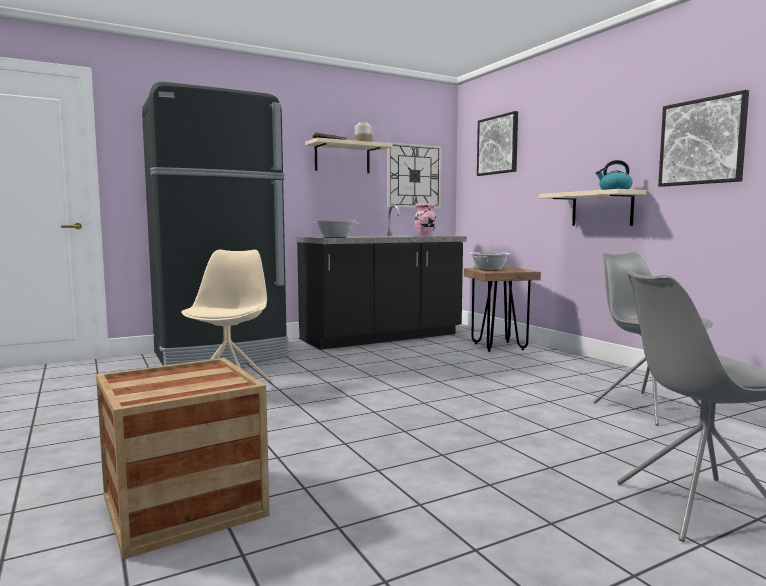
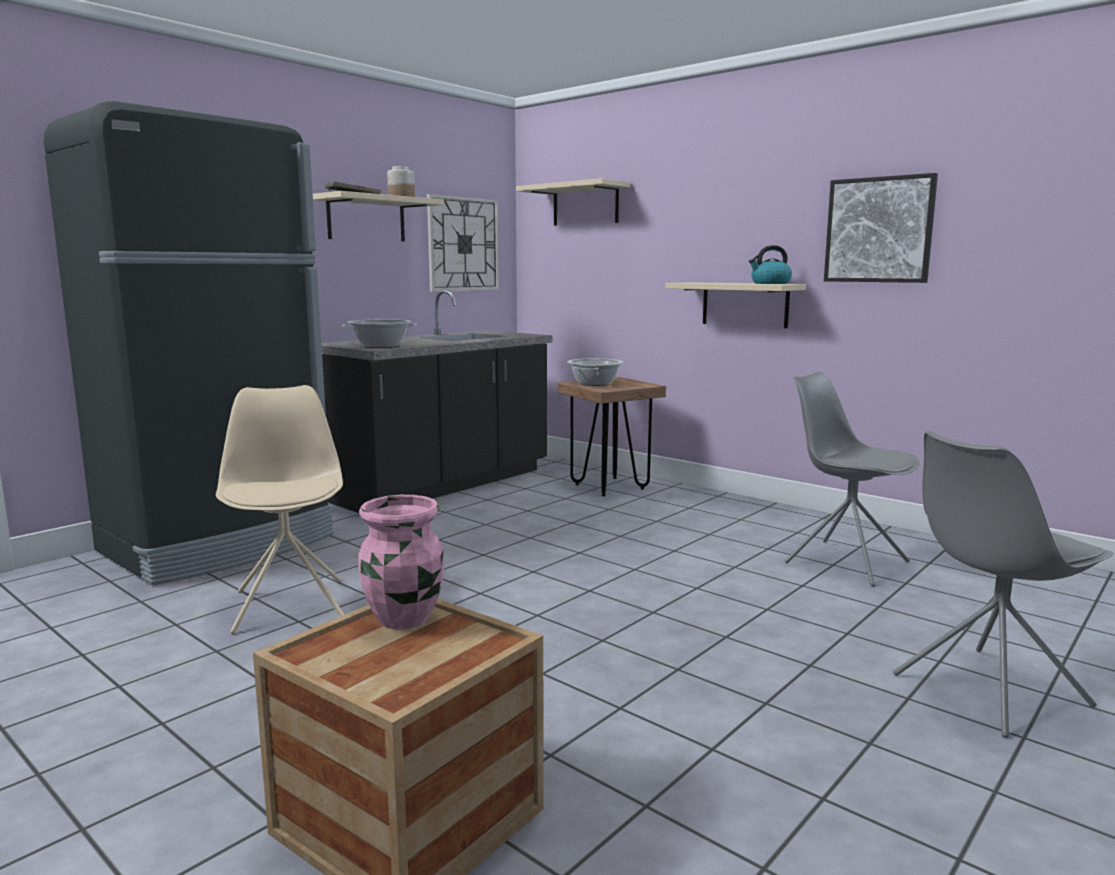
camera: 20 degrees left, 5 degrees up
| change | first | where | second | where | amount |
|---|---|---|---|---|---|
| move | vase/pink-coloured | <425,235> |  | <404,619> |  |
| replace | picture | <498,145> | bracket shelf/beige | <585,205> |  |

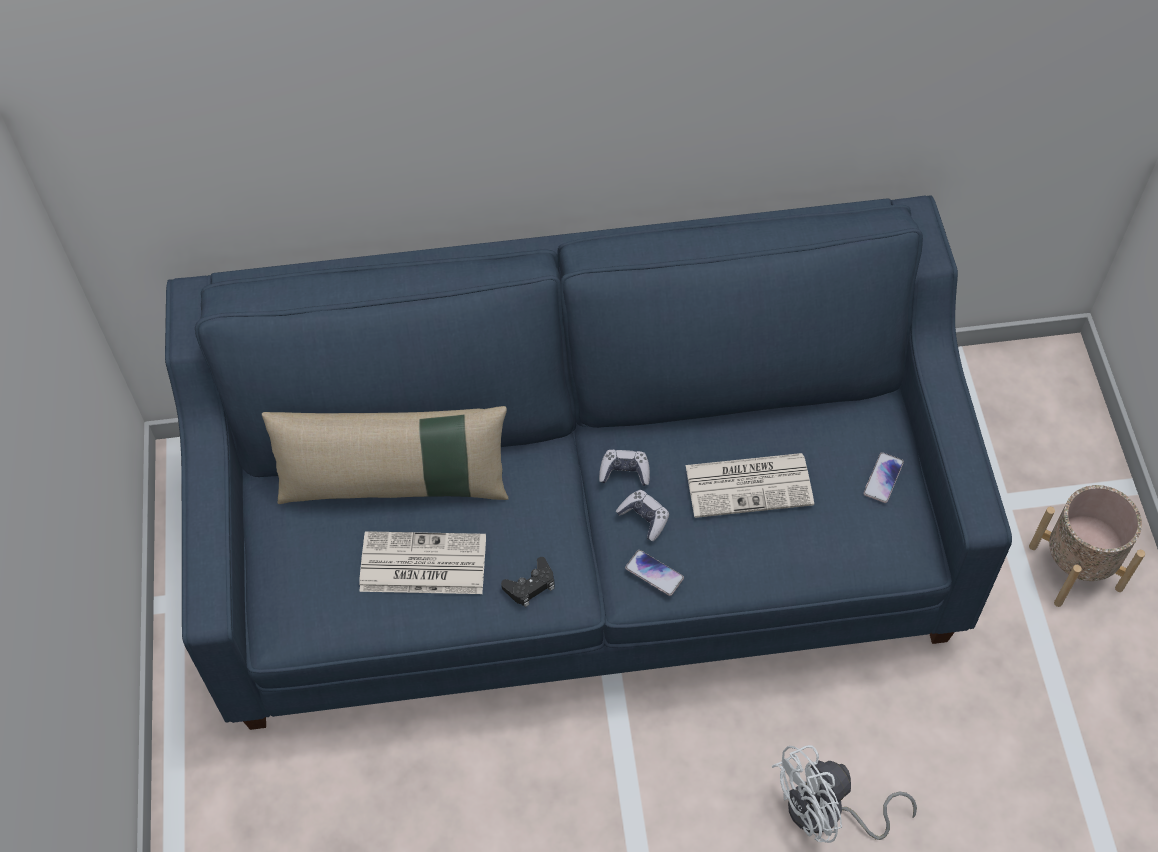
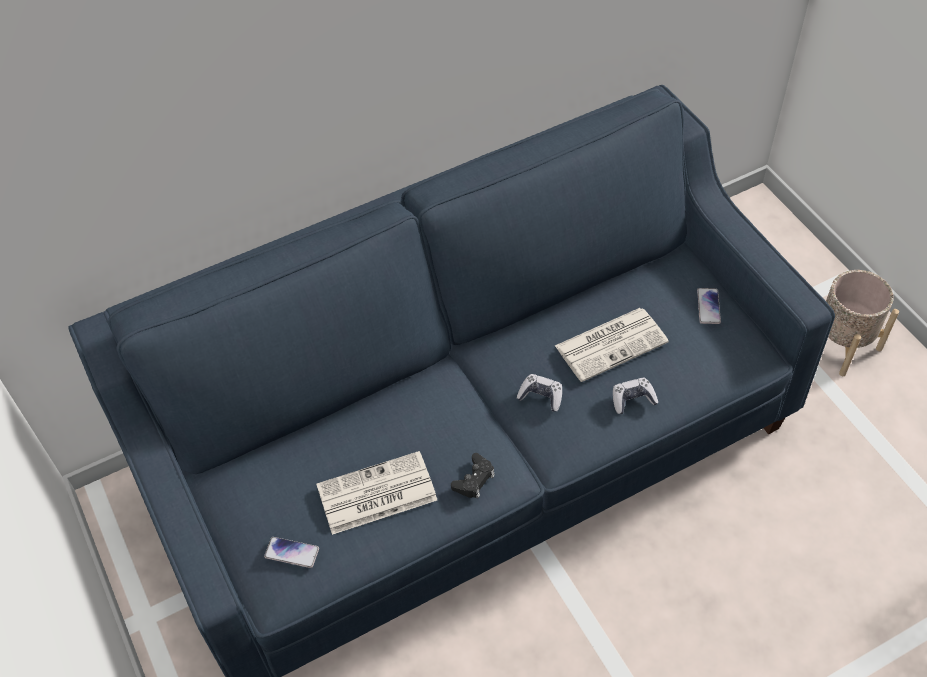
camera: 20 degrees left, 5 degrees down
| change | first | where | second | where | amount |
|---|---|---|---|---|---|
| delete | throw pillow/beige | <395,484> |  |  |  |
| delete | fan/white | <827,813> |  |  |  |
| move | game controller | <624,472> |  | <632,399> |  |
| move | phone | <654,573> |  | <291,553> |  |

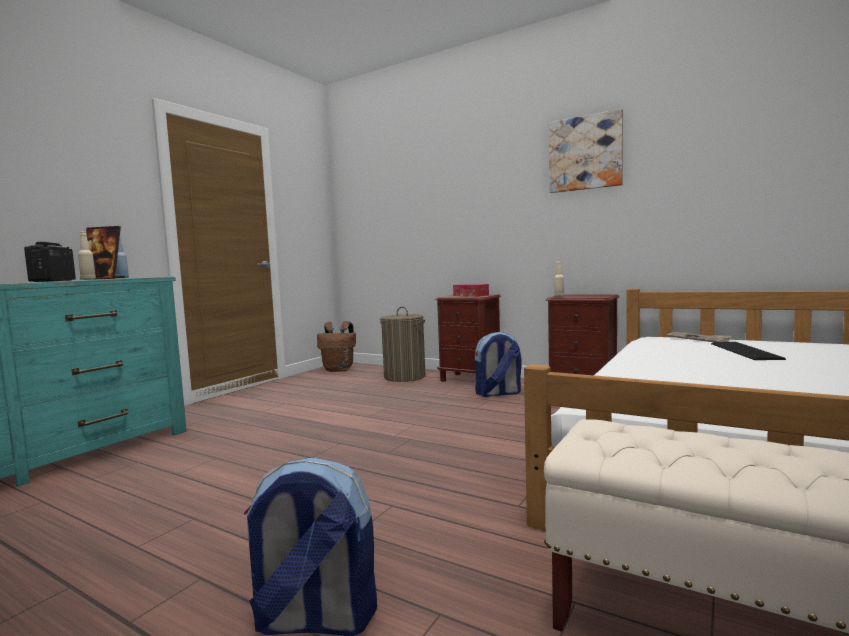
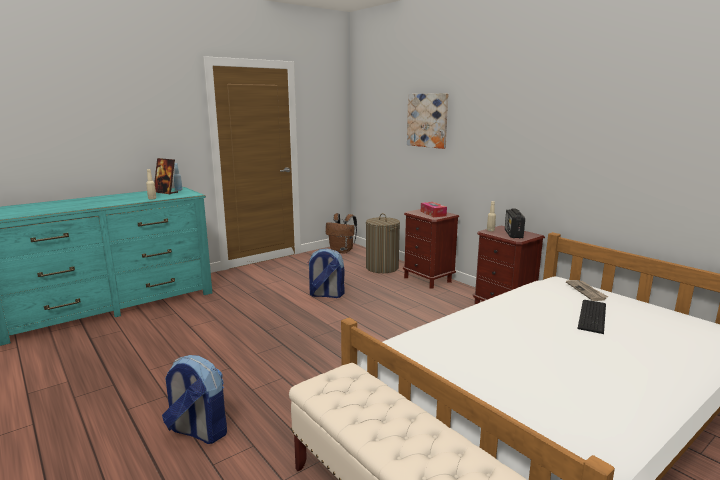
camera: 20 degrees right, 10 degrees up
| change | first | where | second | where | amount |
|---|---|---|---|---|---|
| move | radio set | <53,281> |  | <513,234> |  |
| move | knapsack | <498,393> |  | <326,295> |  |
| move | picture | <585,153> |  | <428,120> |  |

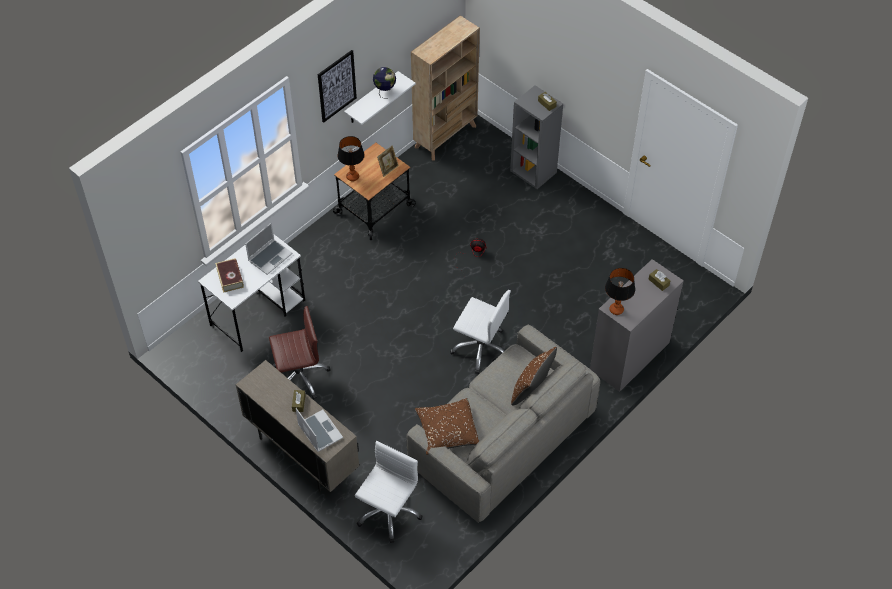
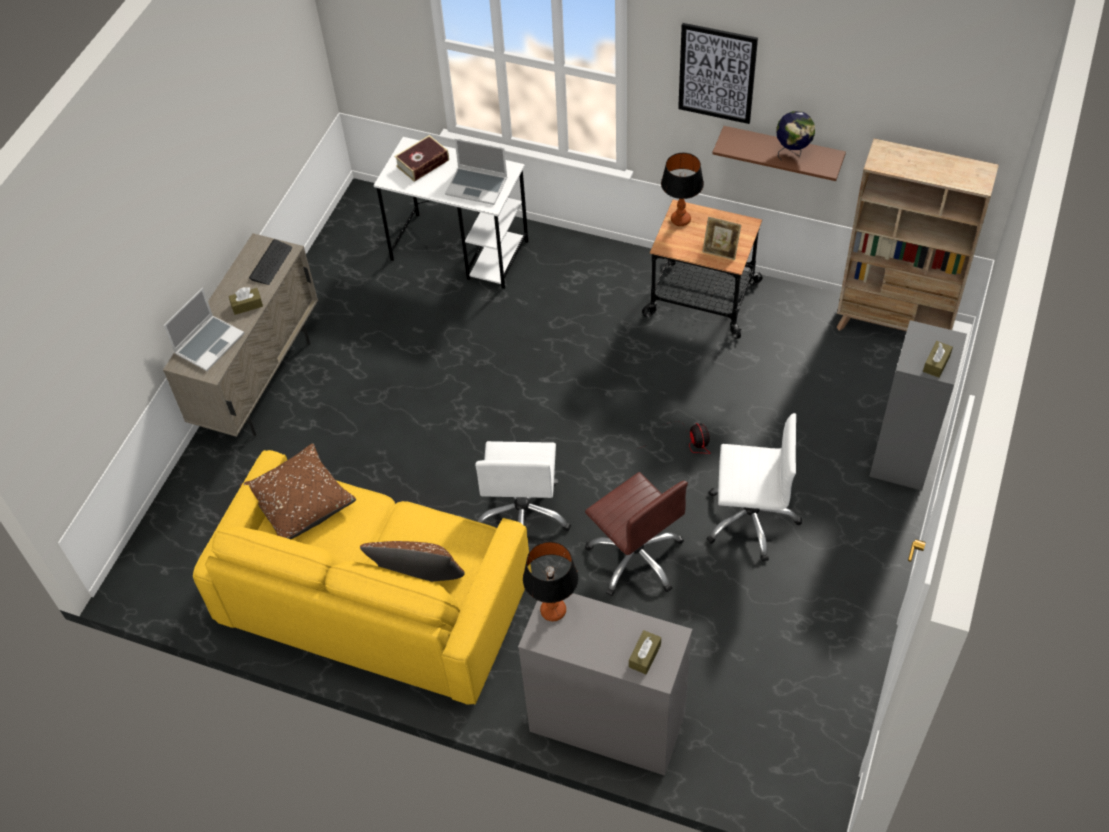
camera: 70 degrees right, 0 degrees up
| change | first | where | second | where | amount |
|---|---|---|---|---|---|
| insert |  |  | keyboard | <271,263> |  |
| move | desk chair/brown | <299,376> |  | <636,557> |  |
| move | desk chair/white | <388,512> |  | <750,519> |  |
| recolor | bracket shelf/white | <371,99> | bracket shelf/brown | <782,152> |  |
| recolor | settee/greyish | <502,439> | settee/yellow-coloured | <374,601> |  |

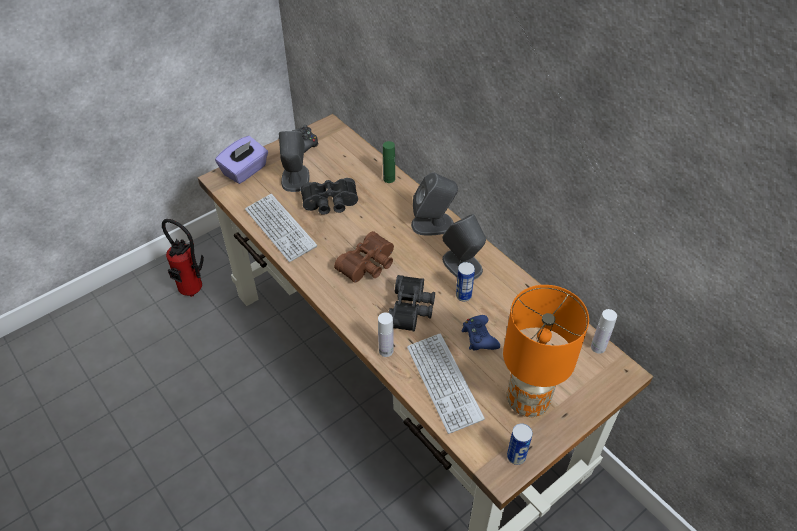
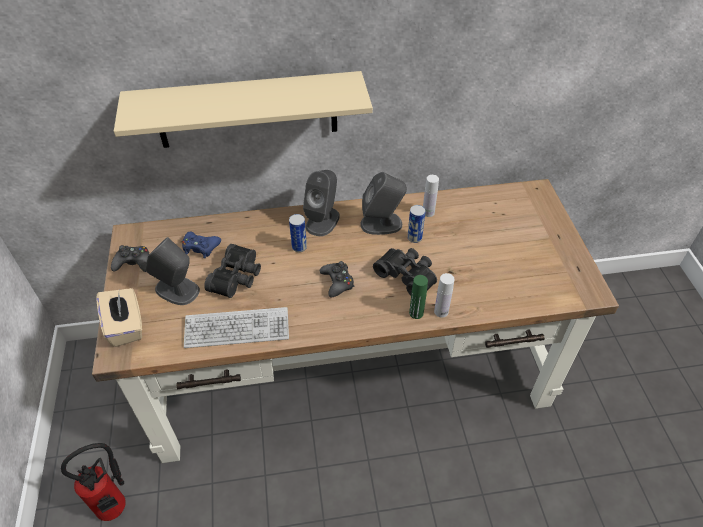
camera: 60 degrees left, 0 degrees up
| change | first | where | second | where | amount |
|---|---|---|---|---|---|
| delete | keyboard | <444,383> |  |  |  |
| delete | tabletop lamp/orange | <526,401> |  |  |  |
| insert |  |  | bracket shelf/beige | <247,110> |  |
| move | bottle/green | <389,179> |  | <416,313> |  |
| move | game controller/blue | <479,337> |  | <200,247> |  |
| move | metal can | <516,456> |  | <299,247> |  |
| move | bottle/white | <598,347> |  | <428,212> |  |
| replace | pair of binoculars/brown | <369,265> | game controller/black-coloured | <337,282> |  |
| recolor | box of tissues/purple | <245,171> | box of tissues/beige | <126,326> |  |

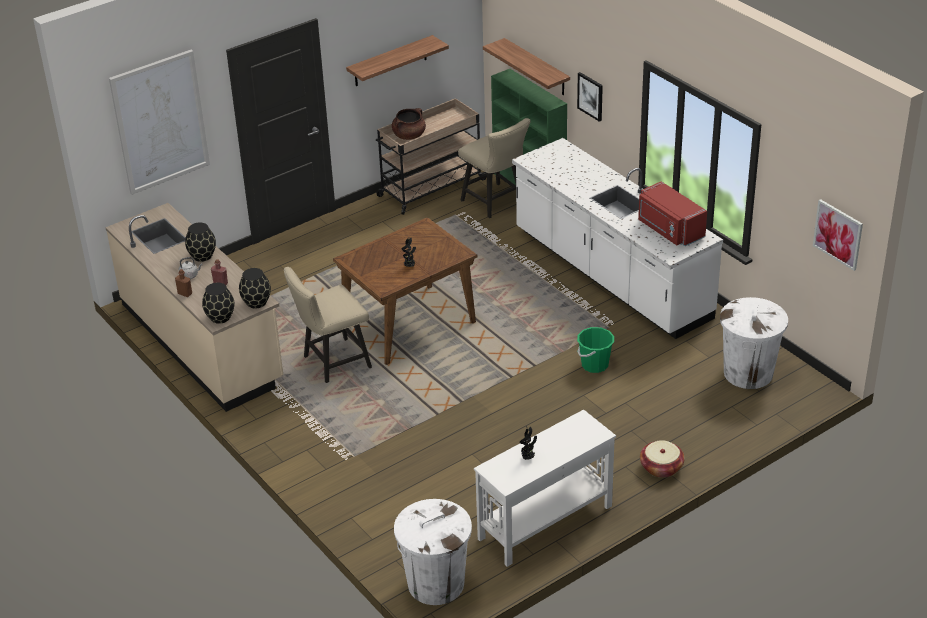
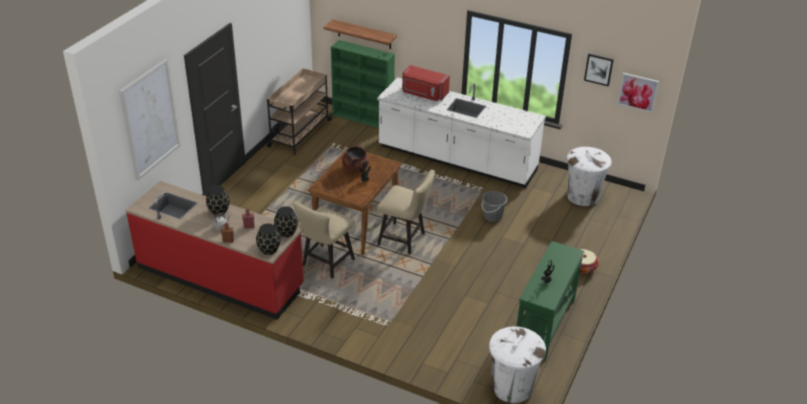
camera: 30 degrees left, 0 degrees up
| change | first | where | second | where | amount |
|---|---|---|---|---|---|
| delete | bracket shelf | <390,61> |  |  |  |
| move | saucepot/brown | <409,135> |  | <355,168> |  |
| move | plain chair/beige | <495,203> |  | <405,240> |  |
| move | picture | <590,96> |  | <598,69> |  |
| move | microwave/red | <669,229> |  | <424,94> |  |
| recolor | kitchen counter/beige | <202,342> | kitchen counter/red | <220,277> |  |
| recolor | console table/white | <544,522> | console table/green | <544,324> |  |
| recolor | bucket/green | <594,365> | bucket/greyish | <492,216> |  |

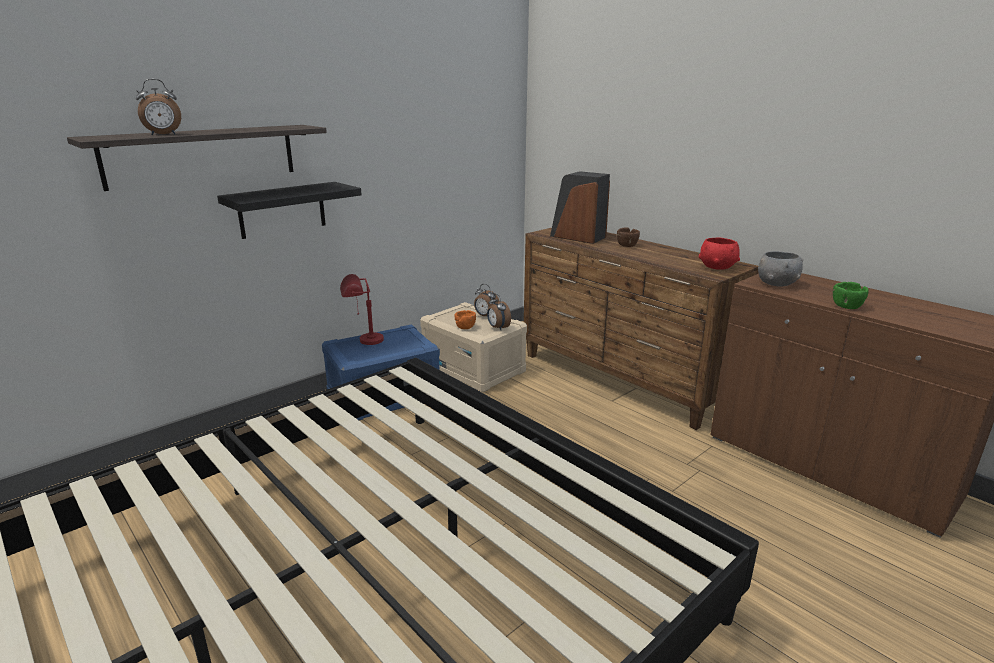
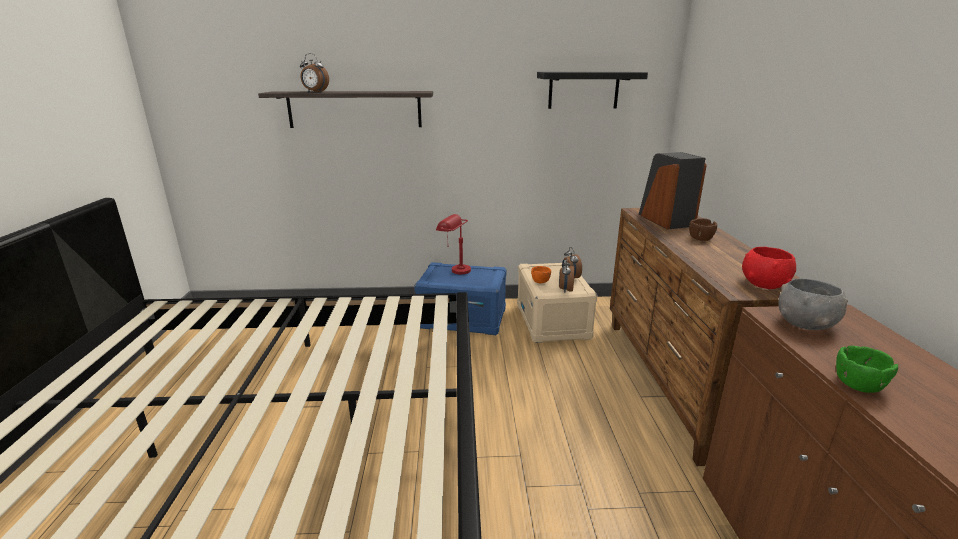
camera: 40 degrees right, 0 degrees up
| change | first | where | second | where | amount |
|---|---|---|---|---|---|
| move | bracket shelf/black-coloured | <282,210> |  | <583,90> |  |

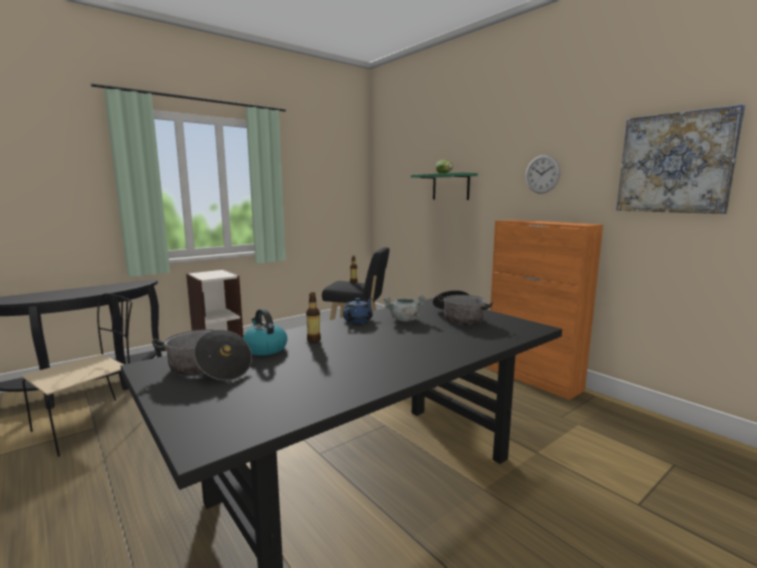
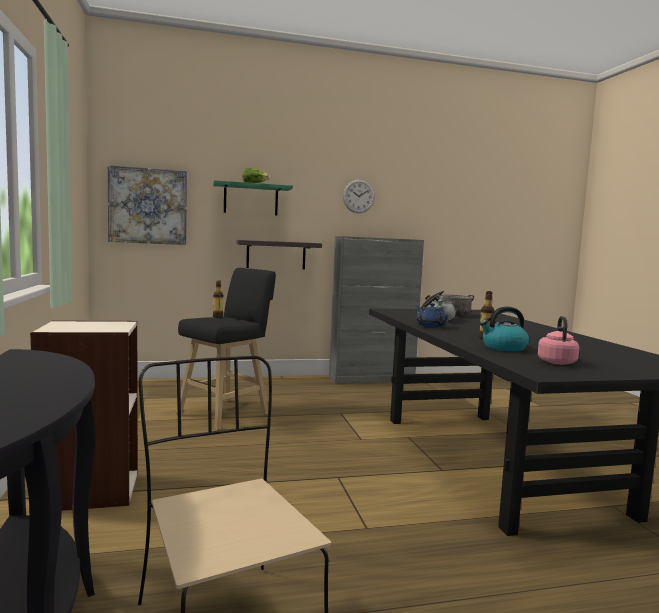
camera: 65 degrees left, 5 degrees down
| change | first | where | second | where | amount |
|---|---|---|---|---|---|
| insert |  |  | bracket shelf | <276,255> |  |
| move | picture | <675,163> |  | <148,206> |  |
| replace | saucepot | <207,369> | water kettle/pink-coloured | <556,362> |  |
| recolor | cupboard/orange | <533,379> | cupboard/greyish | <372,379> |  |

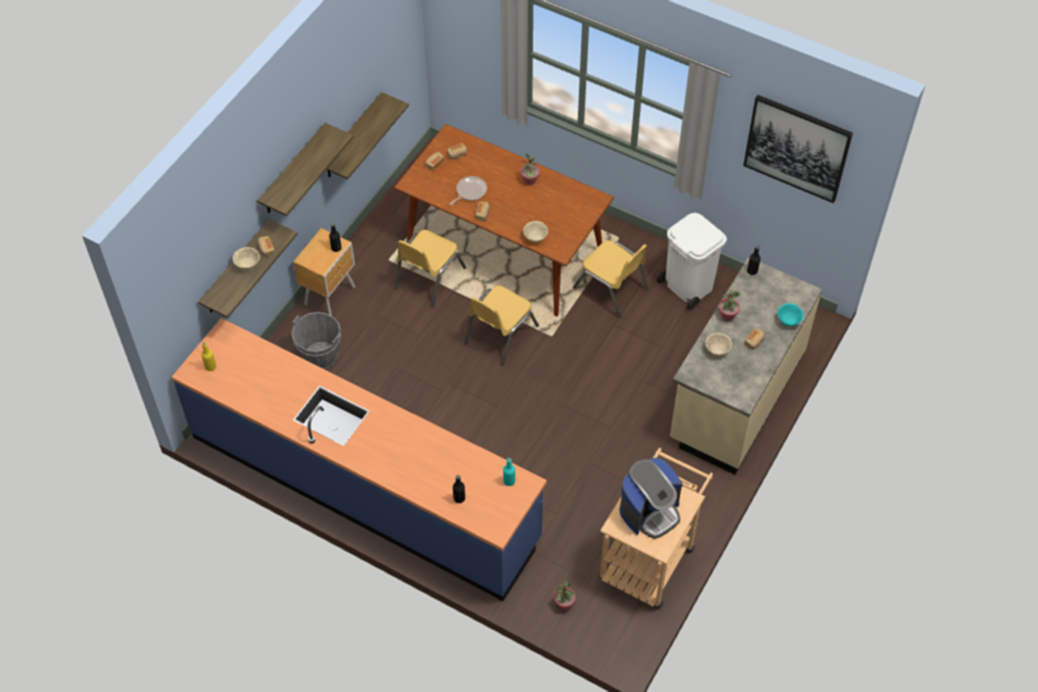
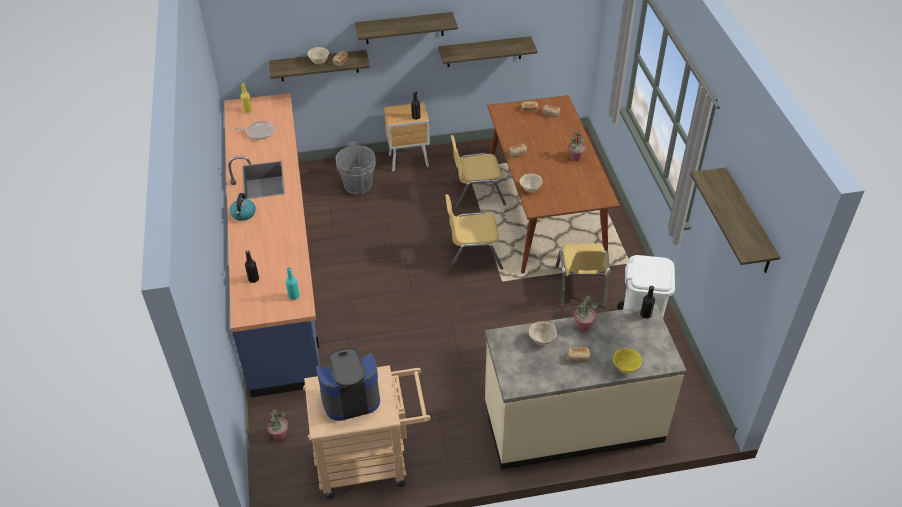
camera: 50 degrees right, 10 degrees down
| change | first | where | second | where | amount |
|---|---|---|---|---|---|
| insert |  |  | water kettle | <243,214> |  |
| move | pan | <470,191> |  | <259,132> |  |
| replace | picture | <797,148> | bracket shelf | <748,222> |  |
| recolor | serving bowl/turquoise | <788,321> | serving bowl/yellow-coloured | <625,368> |  |
| rotate | coffee brewer | <650,511> |  | <350,397> | 150 degrees clockwise |

